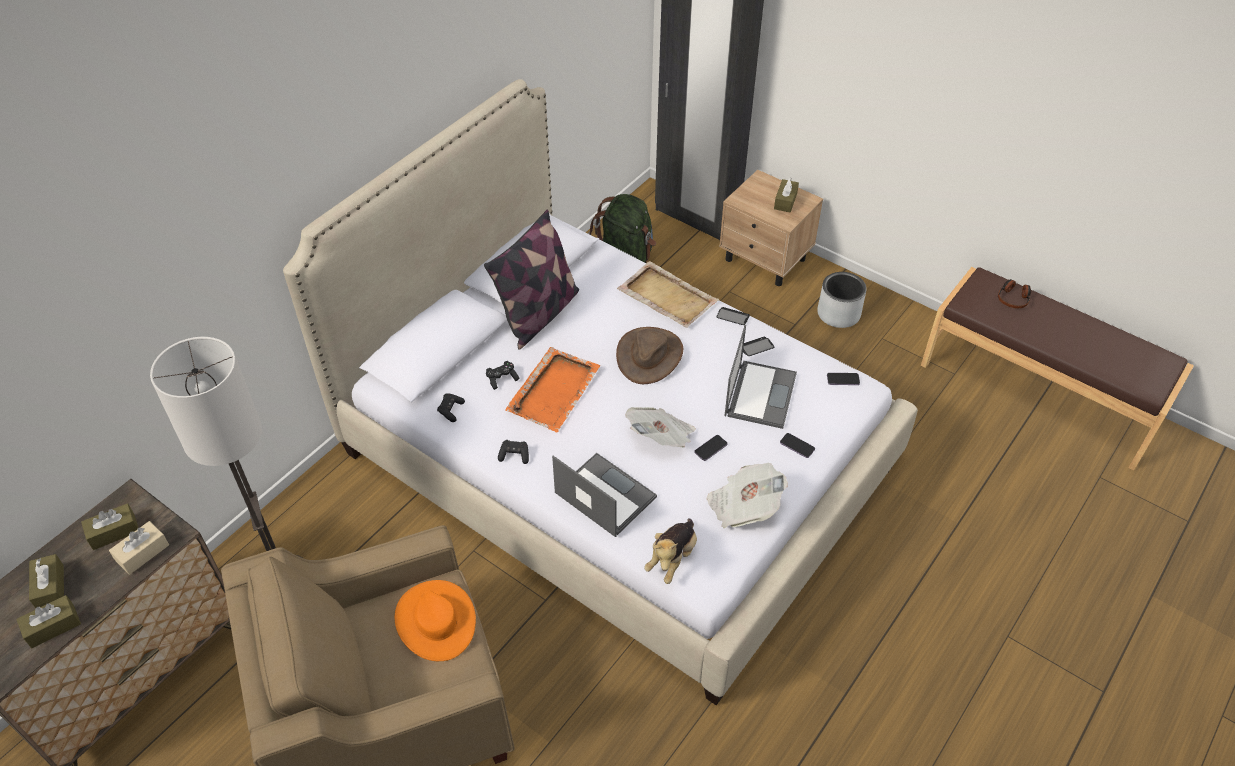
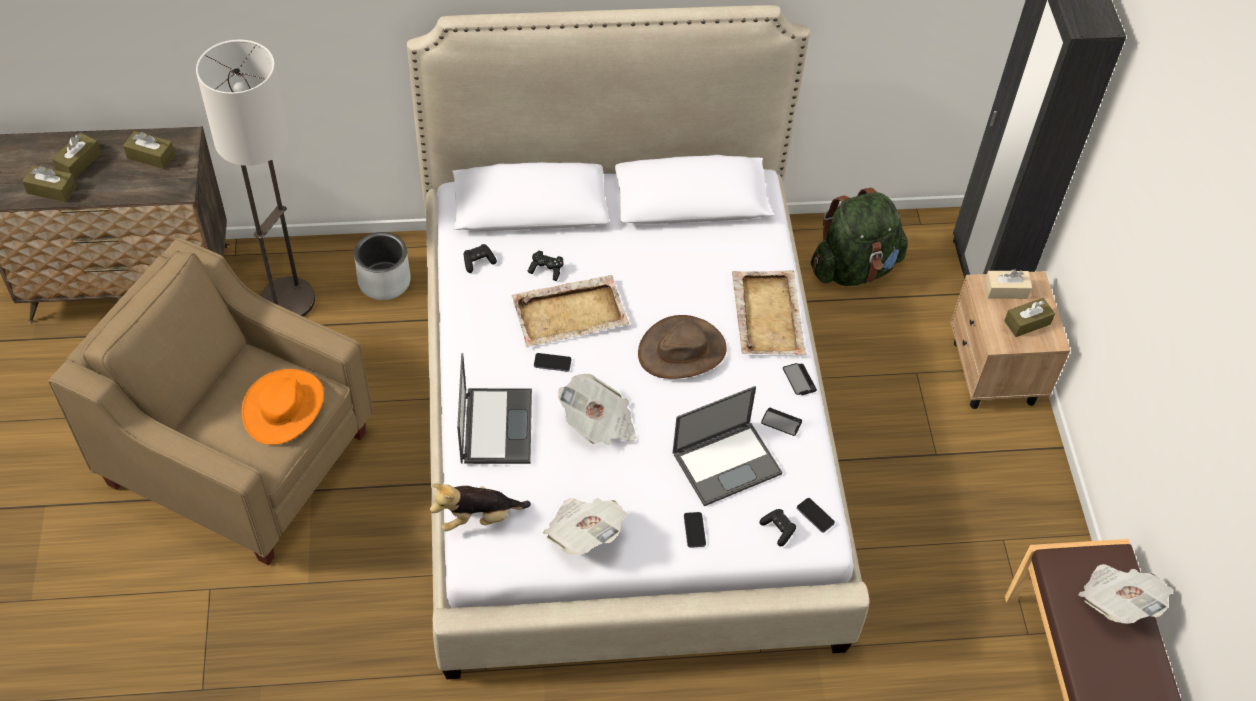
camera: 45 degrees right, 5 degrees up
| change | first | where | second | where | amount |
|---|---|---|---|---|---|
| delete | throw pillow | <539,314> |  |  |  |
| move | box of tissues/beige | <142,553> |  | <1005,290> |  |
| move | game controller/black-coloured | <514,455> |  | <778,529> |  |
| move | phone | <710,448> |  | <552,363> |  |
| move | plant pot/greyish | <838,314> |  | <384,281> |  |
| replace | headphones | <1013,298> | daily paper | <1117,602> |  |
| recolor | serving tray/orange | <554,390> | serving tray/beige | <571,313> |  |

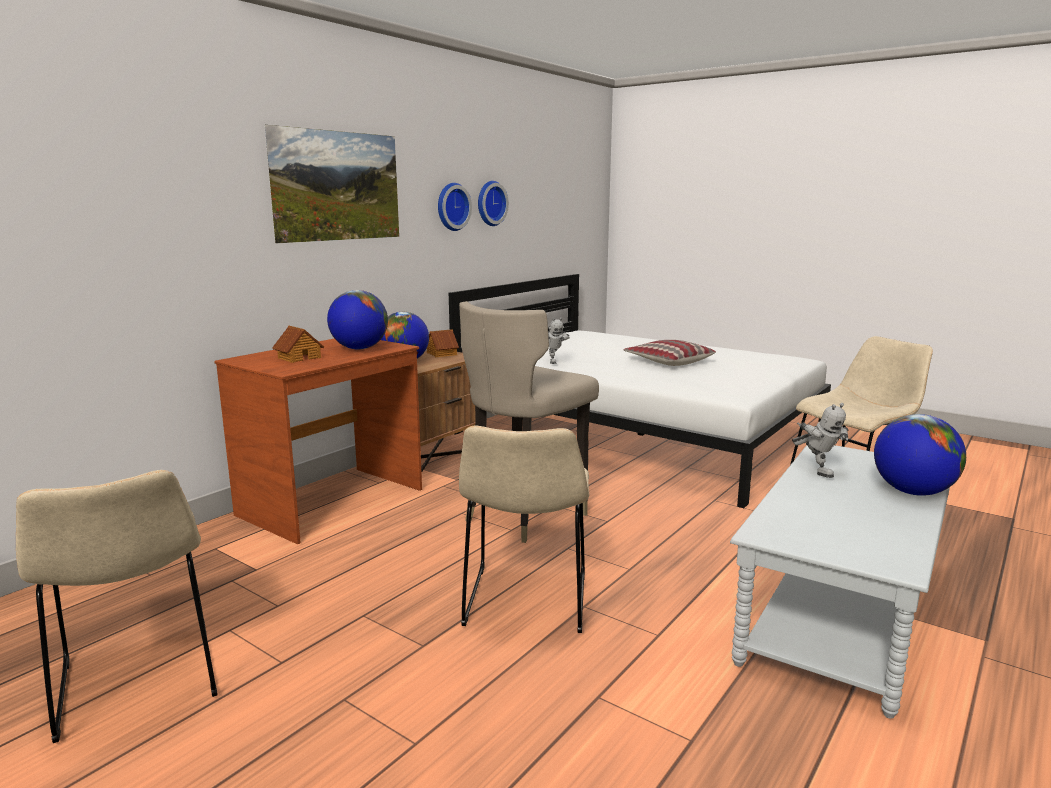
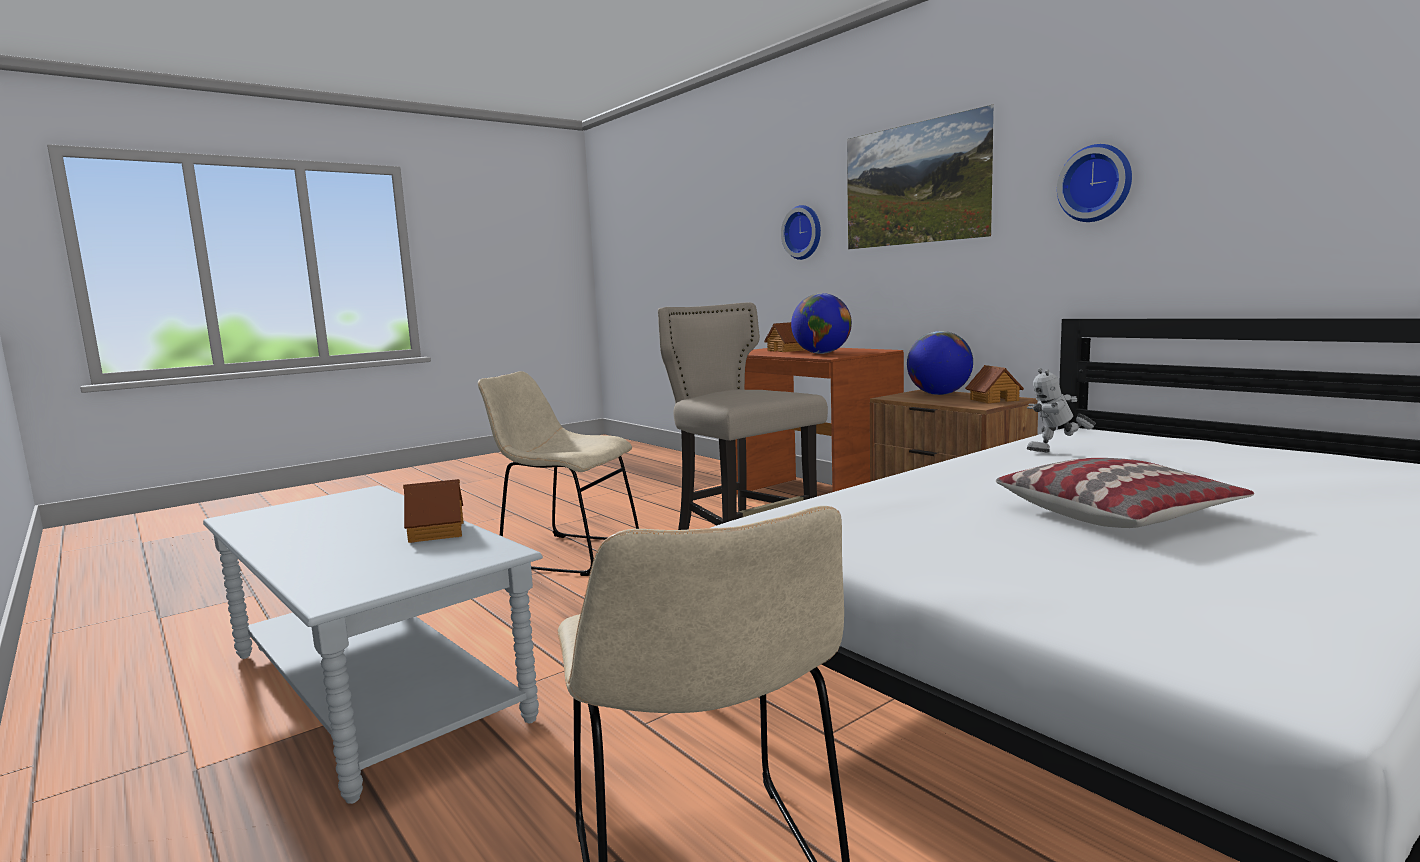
camera: 105 degrees right, 5 degrees down
| change | first | where | second | where | amount |
|---|---|---|---|---|---|
| delete | plain chair/beige | <138,685> |  |  |  |
| delete | globe | <913,492> |  |  |  |
| move | clock on the wall | <489,203> |  | <804,232> |  |
| replace | toy robot | <817,471> | miniature house | <438,532> |  |

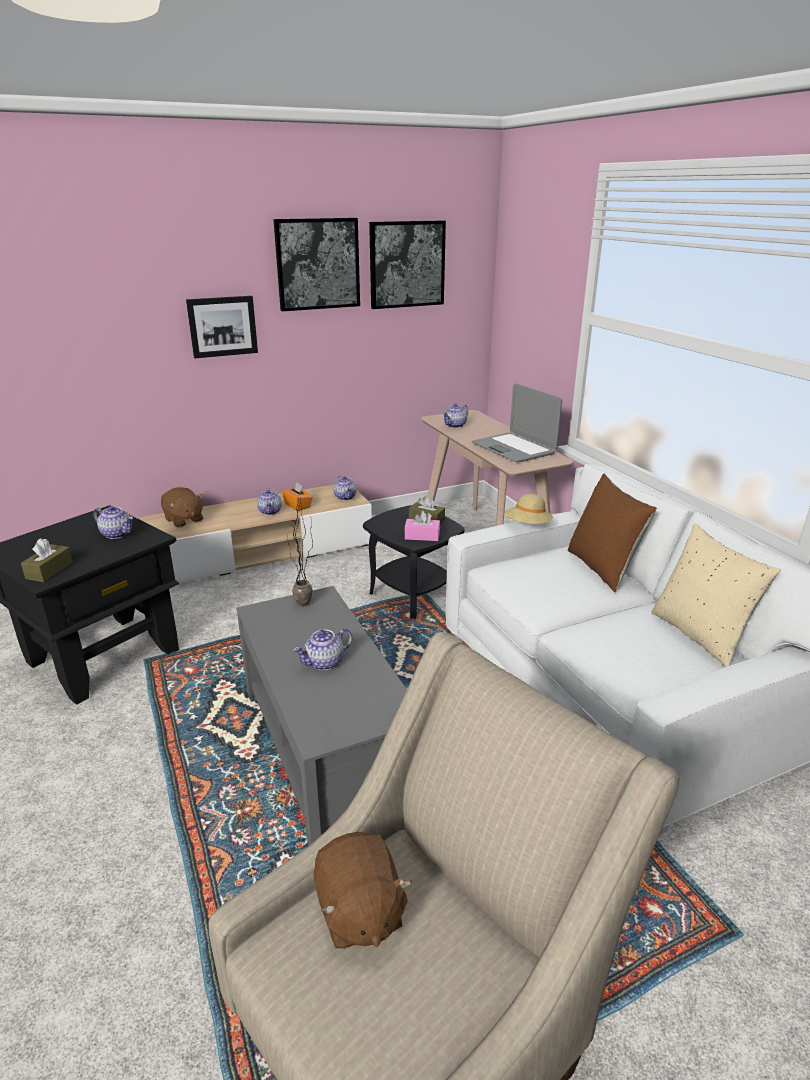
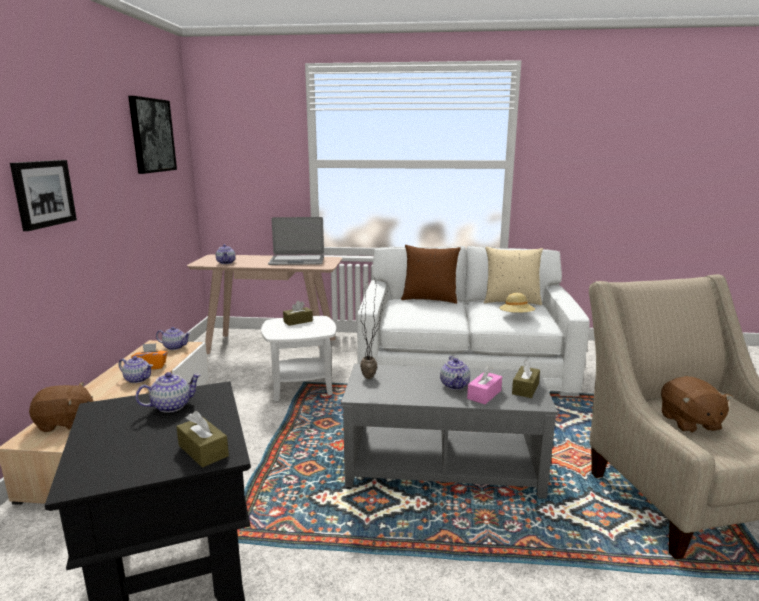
camera: 60 degrees left, 10 degrees down
| change | first | where | second | where | amount |
|---|---|---|---|---|---|
| delete | picture | <317,264> |  |  |  |
| insert |  |  | box of tissues/brown | <525,388> |  |
| move | box of tissues/pink-coloured | <422,536> |  | <484,394> |  |
| move | clothing hat/beige | <528,525> |  | <516,316> |  |
| recolor | end table/black-coloured | <413,595> | end table/white | <301,387> |  |
| rotate | plush toy/brown | <359,912> |  | <689,422> | 75 degrees clockwise |

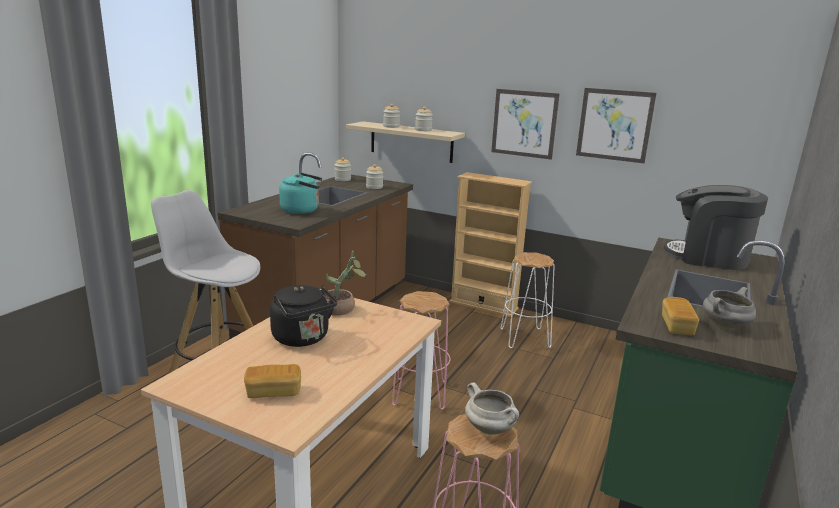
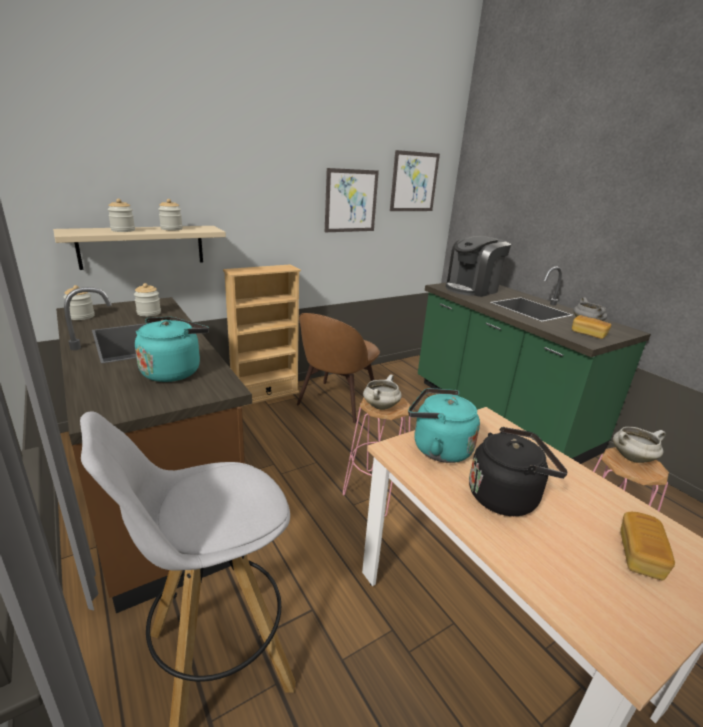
camera: 60 degrees left, 5 degrees up
| change | first | where | second | where | amount |
|---|---|---|---|---|---|
| insert |  |  | saucepot/white | <380,406> |  |
| move | picture | <524,123> |  | <414,182> |  |
| replace | plant in a pot | <342,309> | water kettle/turquoise | <437,448> |  |
| replace | sitting stool/white | <524,338> | plain chair/brown | <336,403> |  |

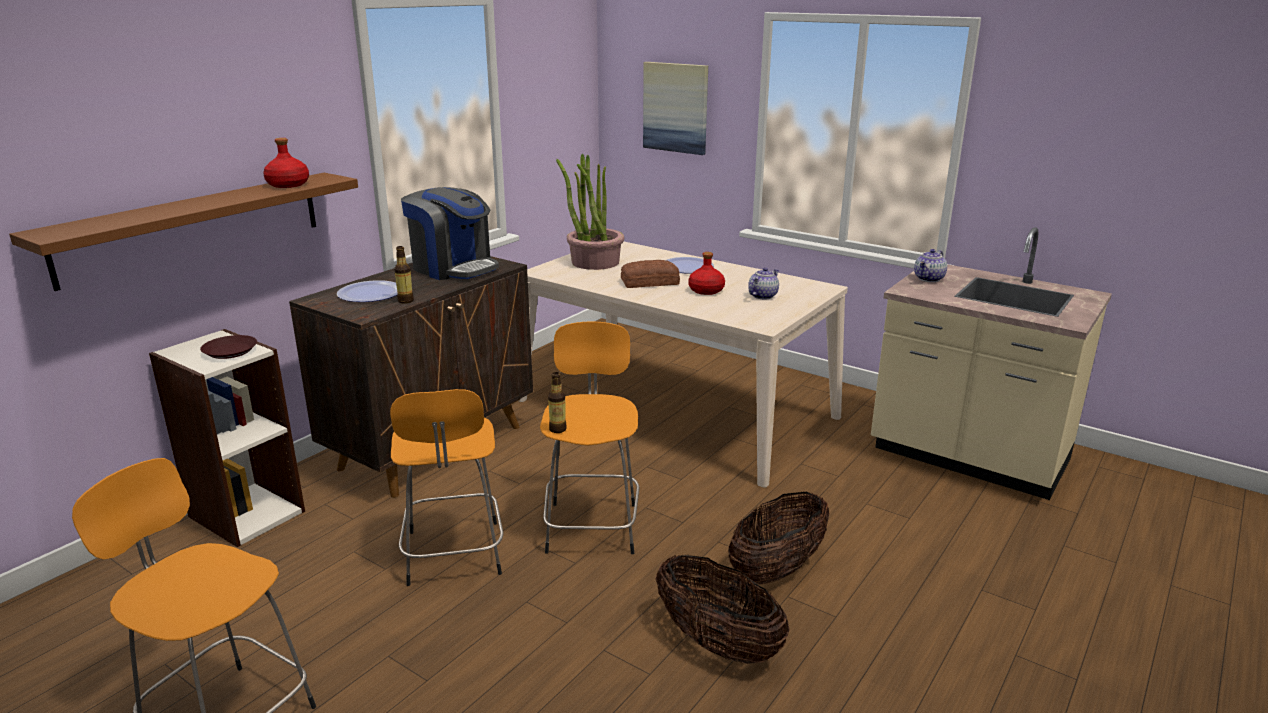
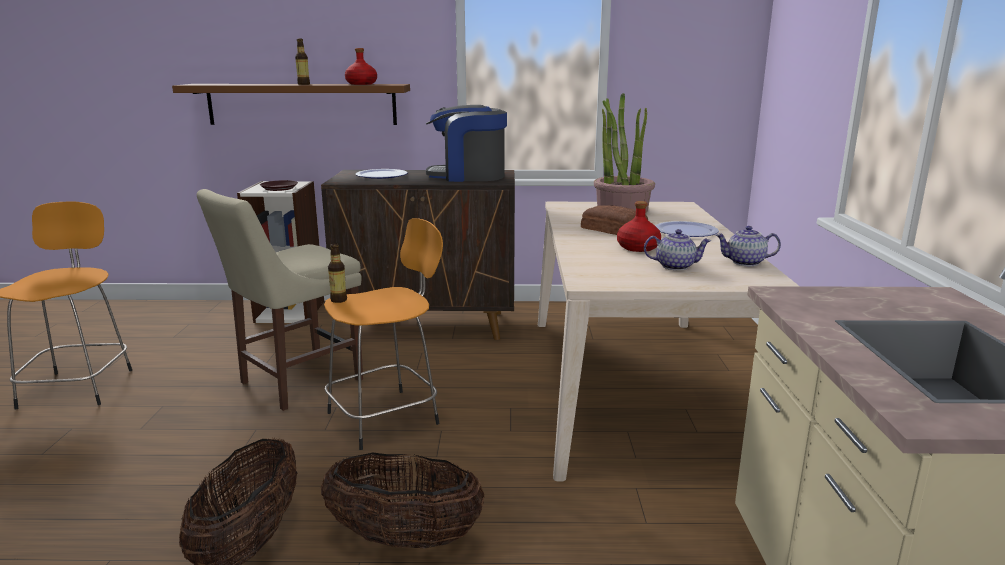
camera: 55 degrees right, 5 degrees down
| change | first | where | second | where | amount |
|---|---|---|---|---|---|
| delete | picture | <676,107> |  |  |  |
| move | bottle | <405,301> |  | <303,84> |  |
| move | pot for tea | <929,279> |  | <745,263> |  |
| replace | sitting stool/orange | <454,555> | plain chair/beige | <295,382> |  |
| rotate | coffee brewer | <453,268> |  | <468,176> | 90 degrees clockwise |

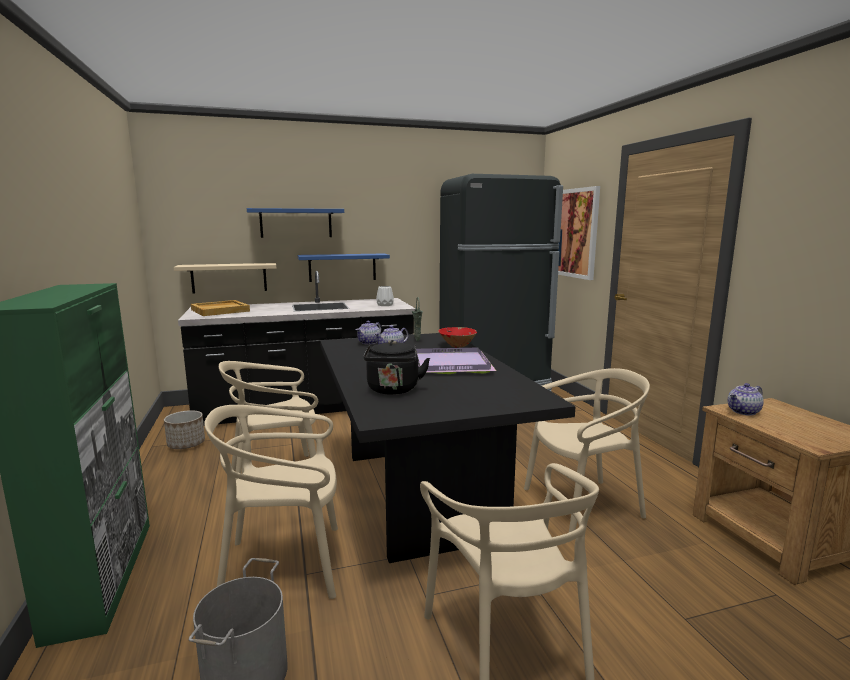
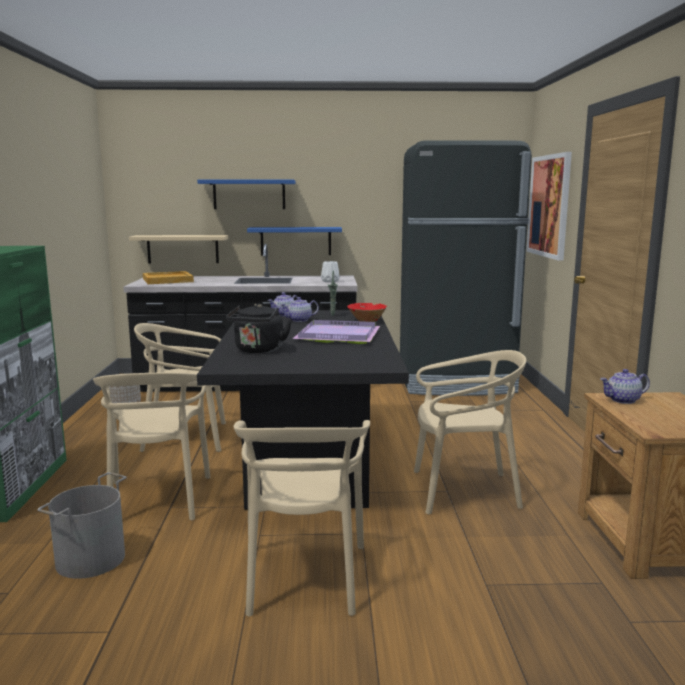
camera: 15 degrees right, 0 degrees up
| change | first | where | second | where | amount |
|---|---|---|---|---|---|
| rotate | plain chair/beige | <285,564> |  | <157,499> | 105 degrees counterclockwise |

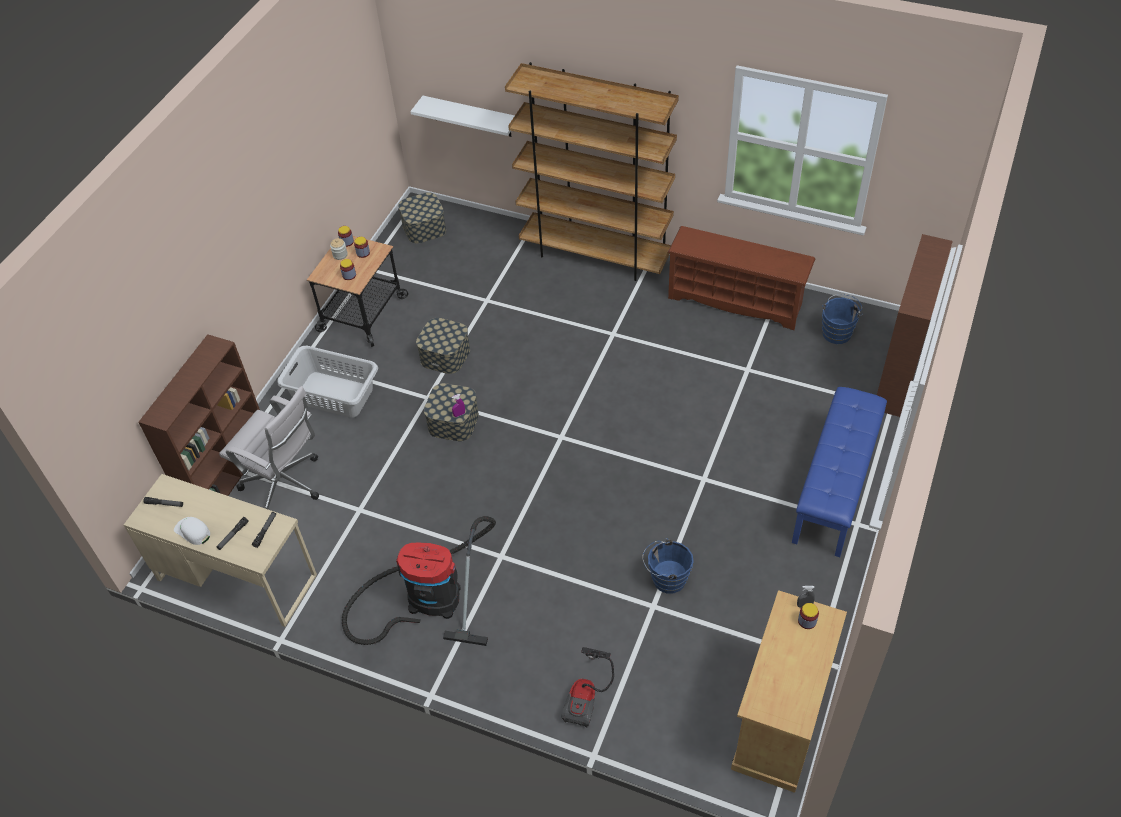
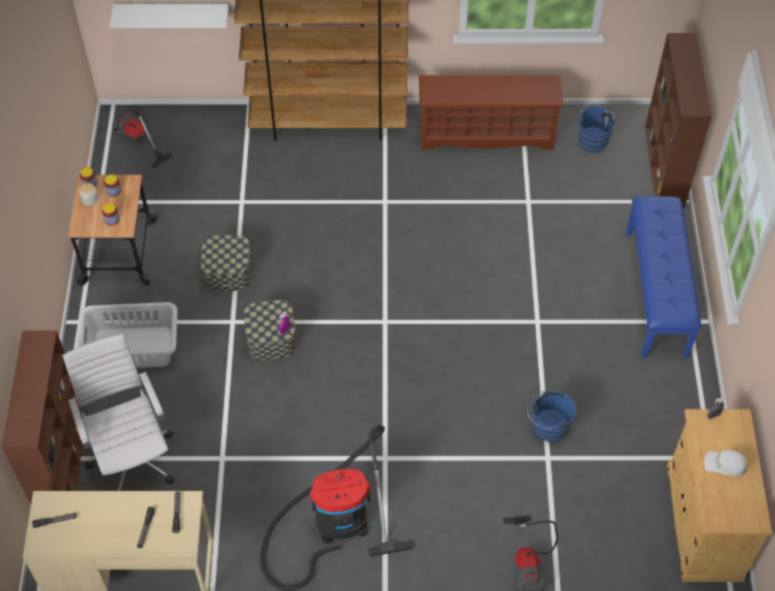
camera: 25 degrees left, 5 degrees up
| change | first | where | second | where | amount |
|---|---|---|---|---|---|
| delete | jar | <807,621> |  |  |  |
| move | peaked cap/white | <193,531> |  | <725,464> |  |
| replace | storage box | <424,227> | vacuum | <136,140> |  |
| rotate | desk chair/white | <286,485> |  | <132,457> | 120 degrees counterclockwise |

